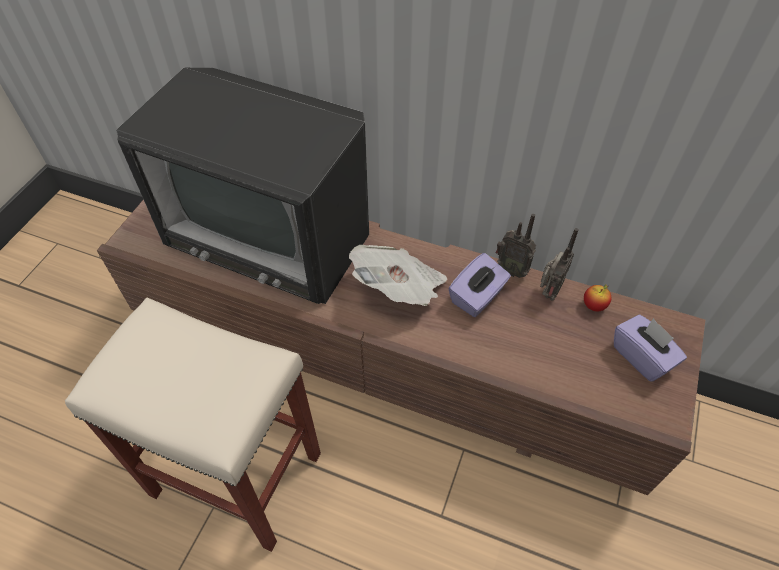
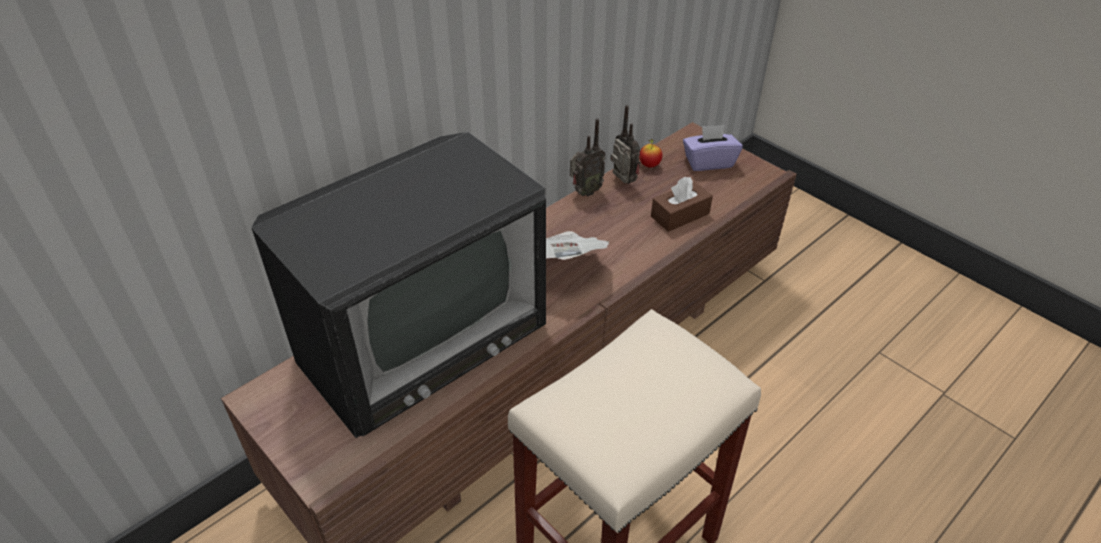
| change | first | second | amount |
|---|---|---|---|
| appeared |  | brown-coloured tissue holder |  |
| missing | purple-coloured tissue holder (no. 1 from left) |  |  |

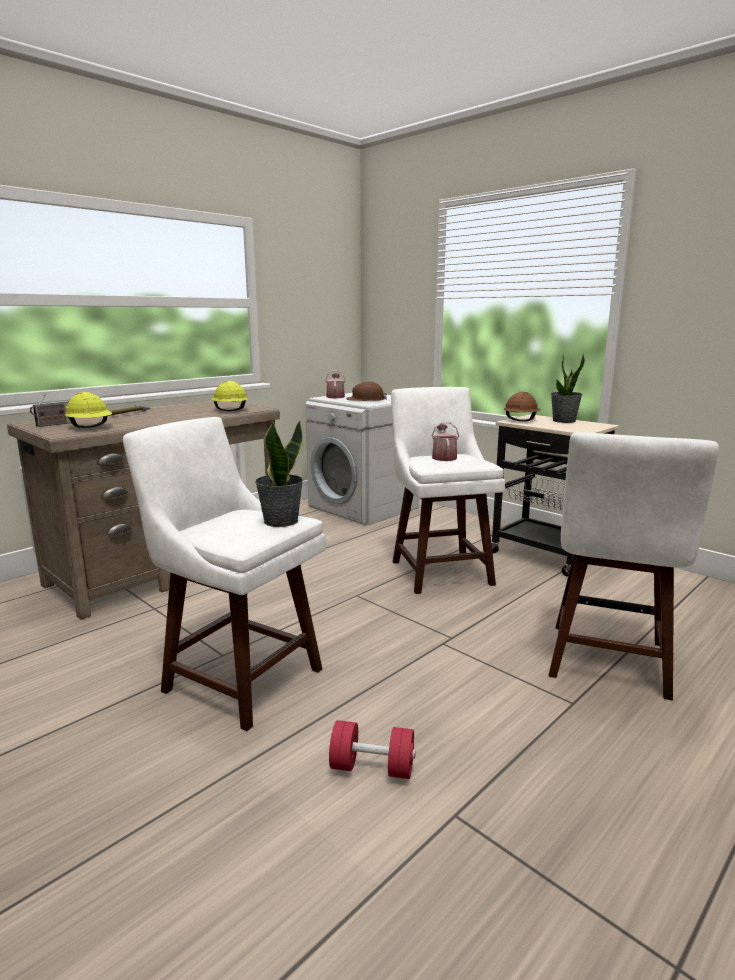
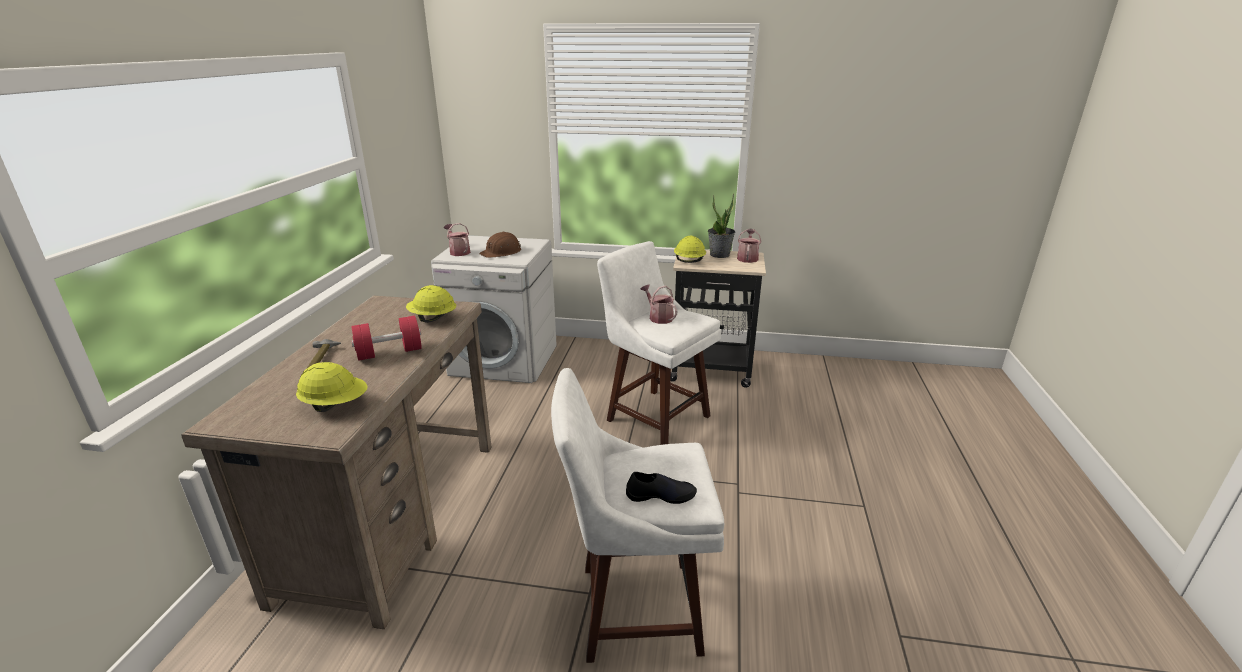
| change | first | second | amount |
|---|---|---|---|
| relocated | red hand weight |  |  |
| appeared |  | black-coloured low shoe |  |
| colour | brown-coloured hard hat (no. 2 from left) | yellow-coloured hard hat (no. 3 from left) |  |
| appeared |  | watering can (no. 3 from left) |  |
| missing | radio receiver |  |  |
| missing | plant in a pot (no. 1 from left) |  |  |
| missing | white sitting stool (no. 3 from left) |  |  |

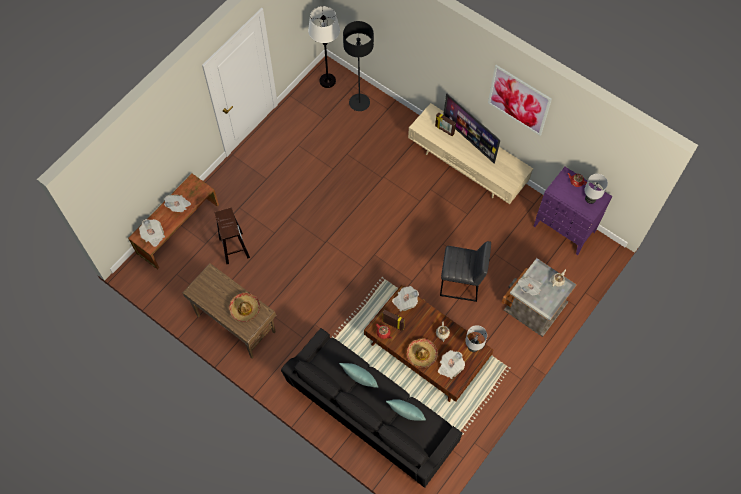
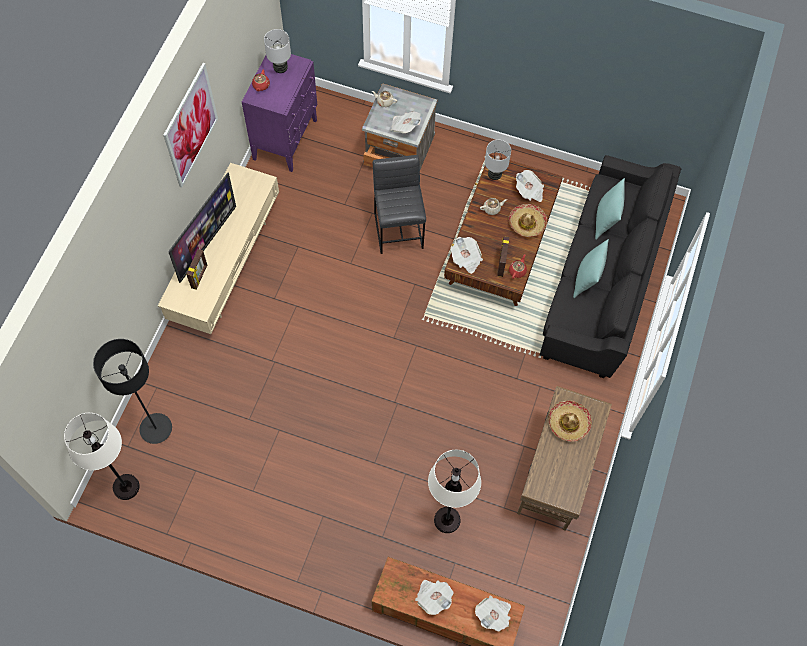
| change | first | second | amount |
|---|---|---|---|
| exchanged | brown-coloured sitting stool | white floor lamp (no. 2 from left) |  |

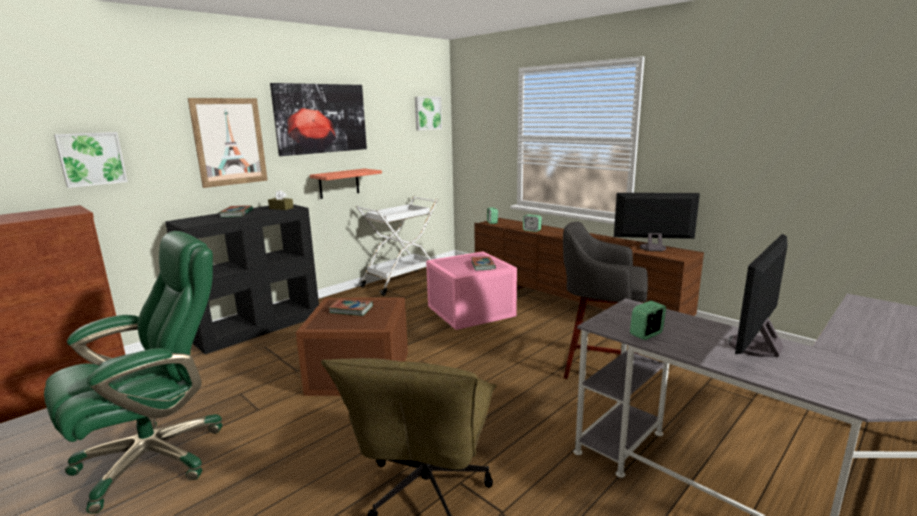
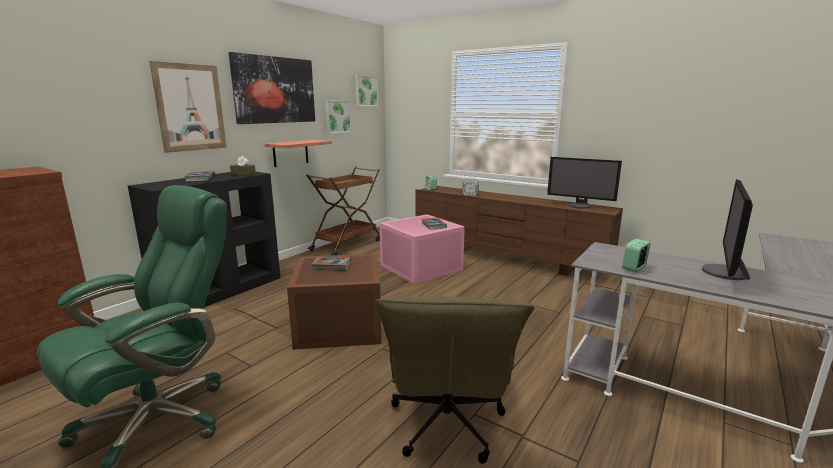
| change | first | second | amount |
|---|---|---|---|
| colour | white cart | brown-coloured cart |  |
| relocated | wall picture (no. 1 from left in the first image) | wall picture (no. 3 from left) |  |
| spun | computer screen (no. 1 from left) |  | 150 degrees counterclockwise |
| missing | grey sitting stool |  |  |

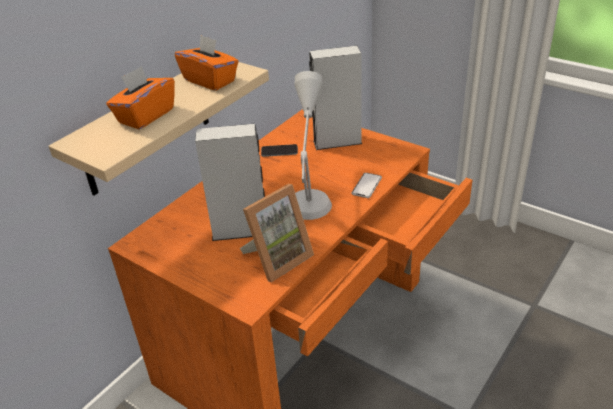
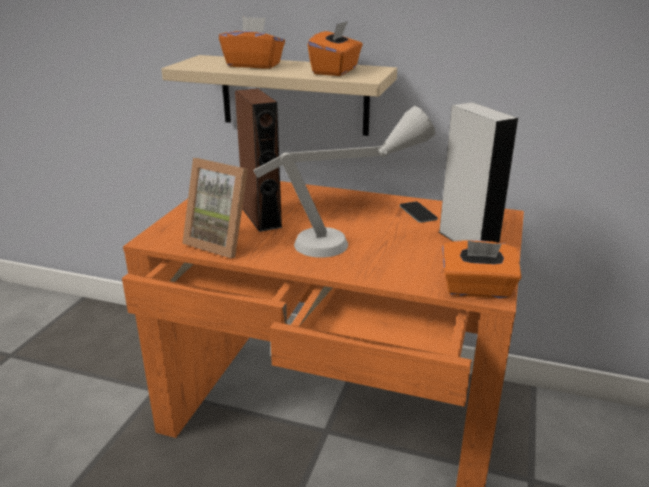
| change | first | second | amount |
|---|---|---|---|
| colour | grey audio speaker (no. 1 from left) | brown-coloured audio speaker |  |
| appeared |  | orange-coloured tissue holder (no. 3 from left) |  |
| missing | handset (no. 2 from left) |  |  |

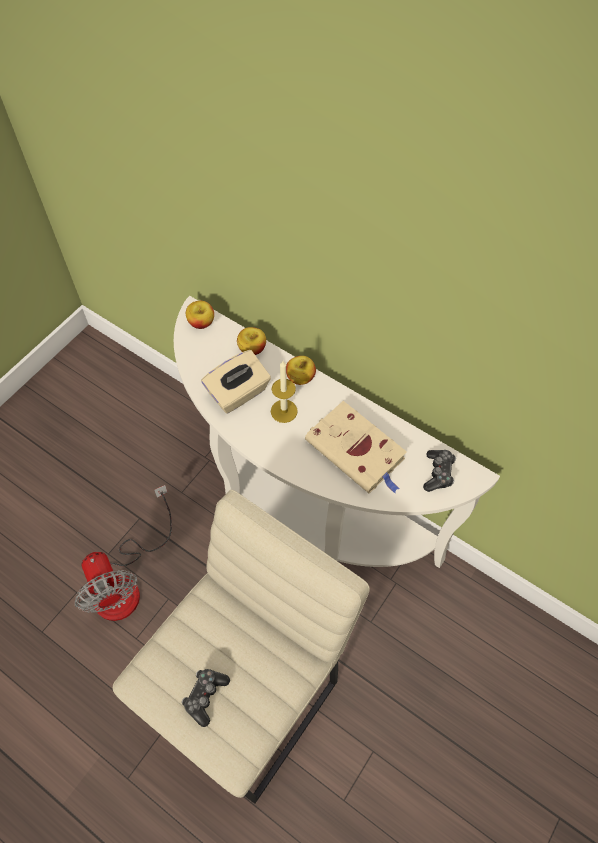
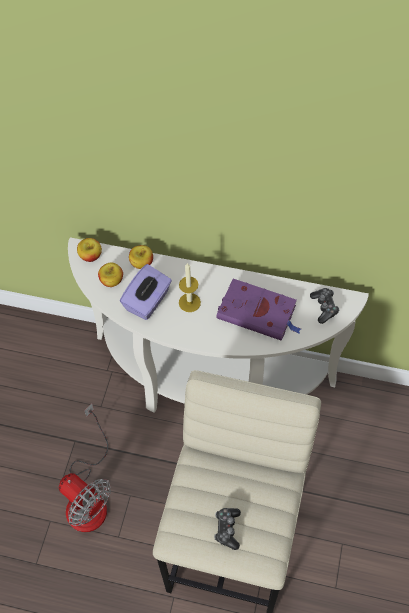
| change | first | second | amount |
|---|---|---|---|
| relocated | apple (no. 3 from left in the first image) | apple (no. 2 from left) |  |
| colour | sand-coloured tissue holder | purple-coloured tissue holder |  |
| colour | sand-coloured bound book | purple-coloured bound book |  |

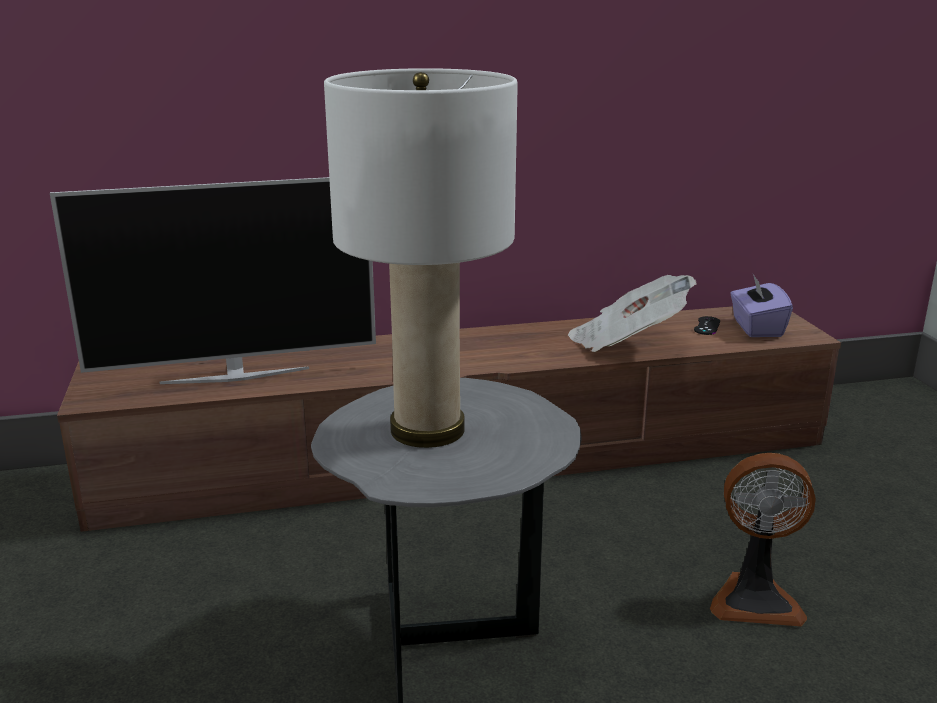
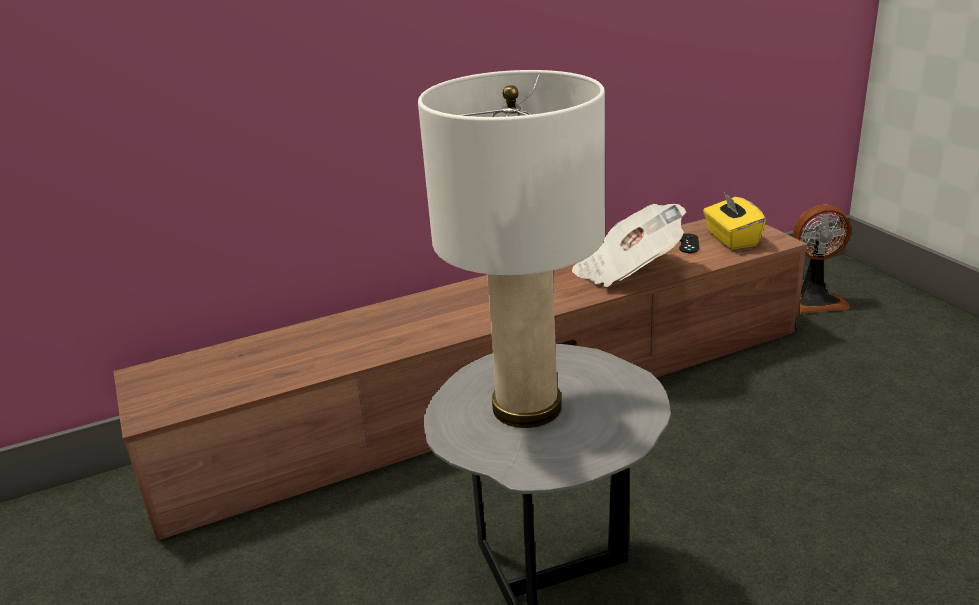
| change | first | second | amount |
|---|---|---|---|
| colour | purple-coloured tissue holder | yellow-coloured tissue holder |  |
| relocated | cooling fan |  |  |
| missing | television |  |  |

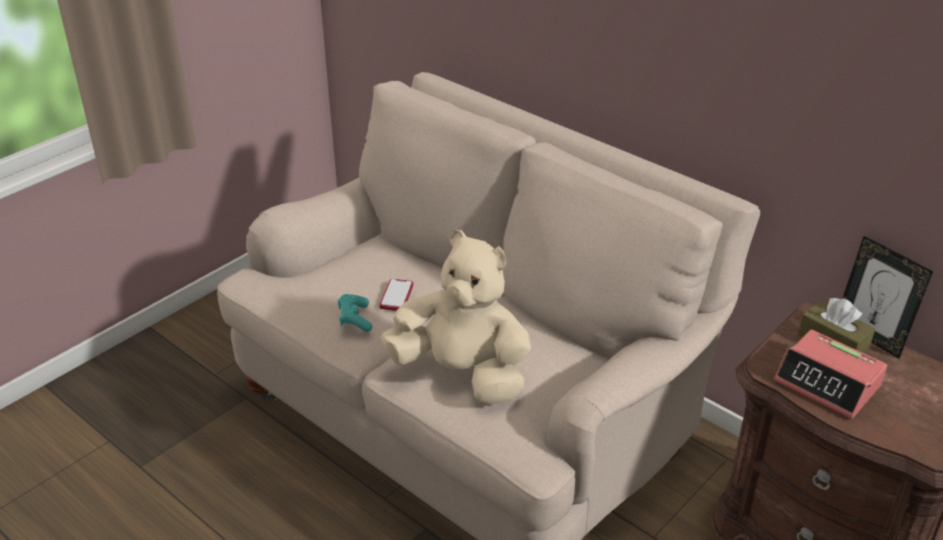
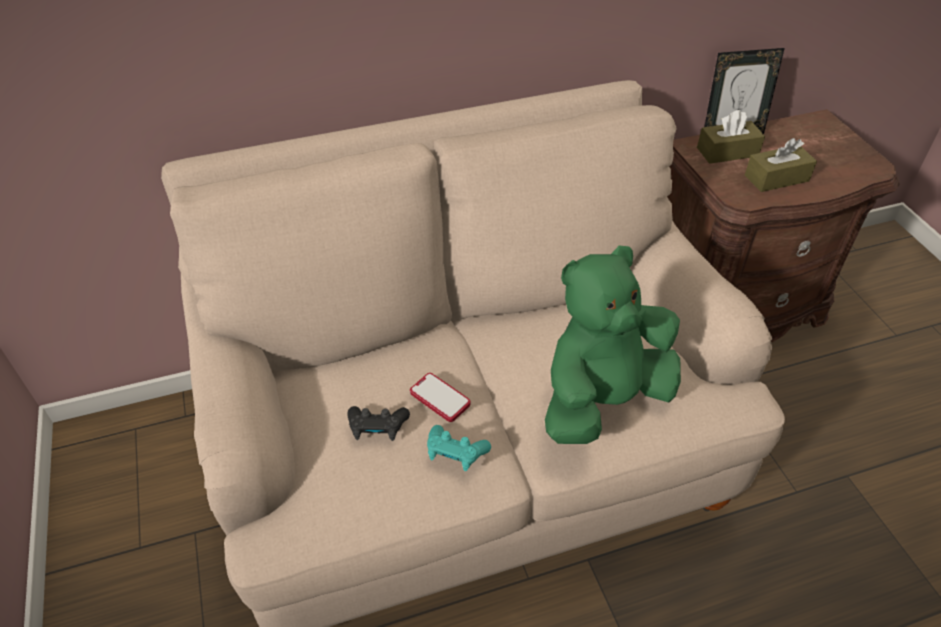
| change | first | second | amount |
|---|---|---|---|
| appeared |  | black-coloured joypad |  |
| colour | sand-coloured cuddly toy | greenish cuddly toy |  |
| exchanged | alarm clock | brown-coloured tissue holder (no. 2 from left) |  |

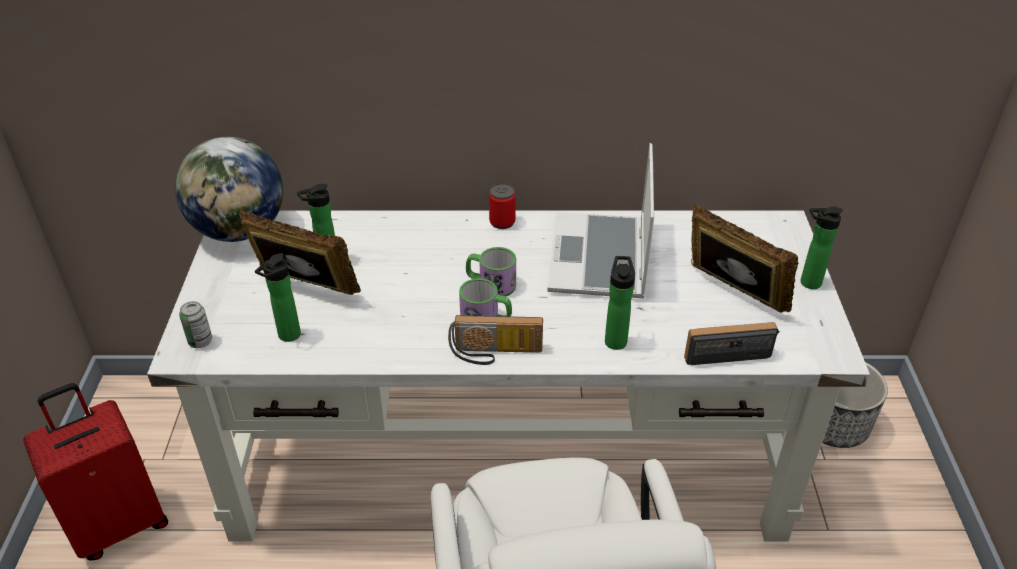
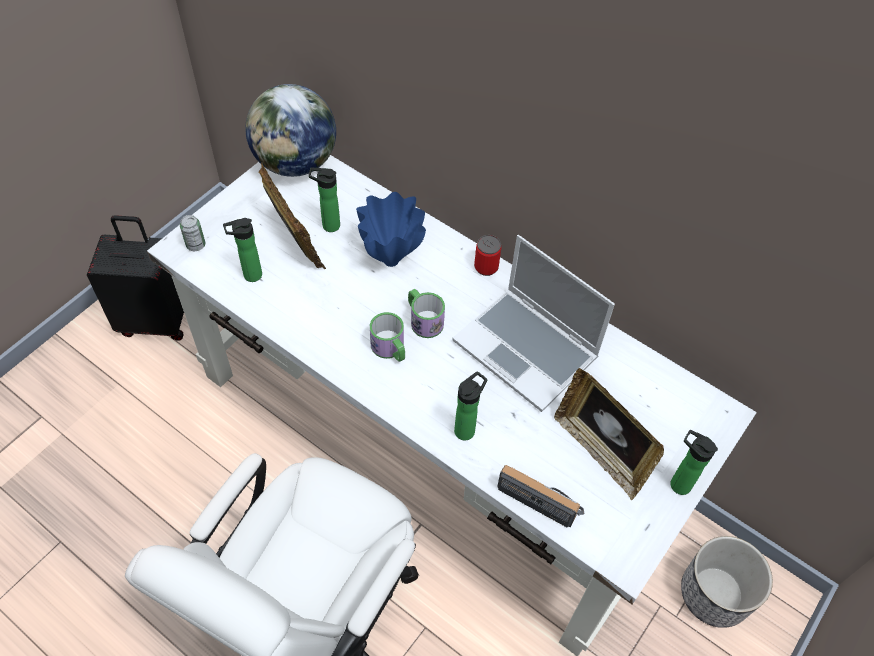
| change | first | second | amount |
|---|---|---|---|
| colour | red travel case | black-coloured travel case |  |
| appeared |  | blue flower vase |  |
| spun | portable computer |  | 90 degrees counterclockwise |
| spun | photo frame (no. 2 from left) |  | 150 degrees clockwise |
| missing | radio receiver (no. 1 from left) |  |  |

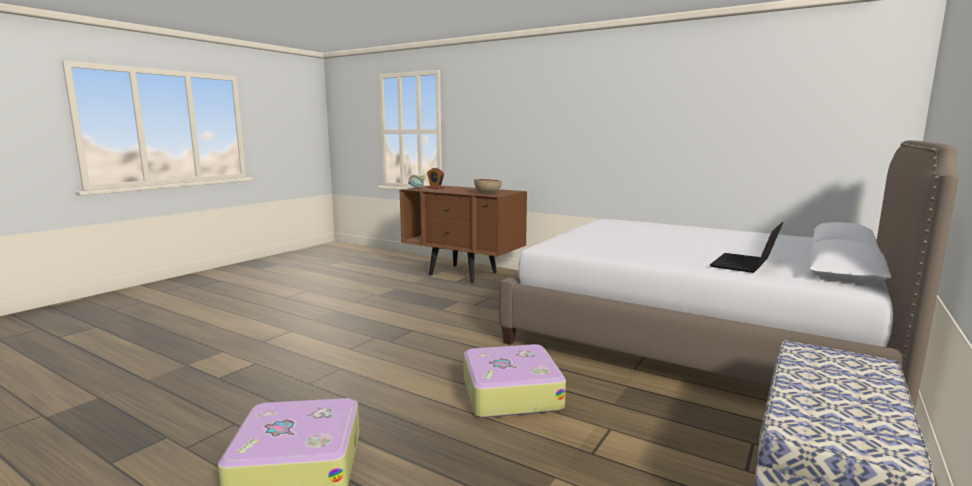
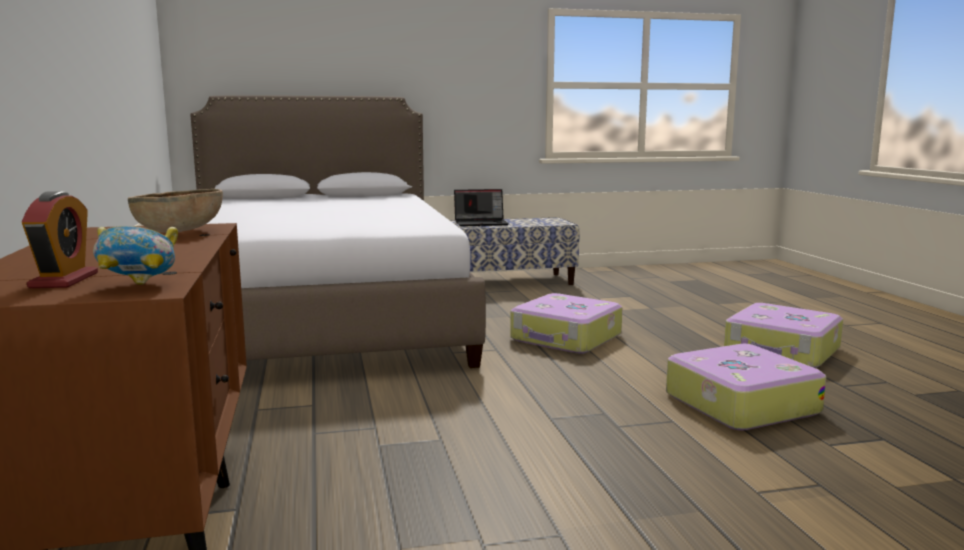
| change | first | second | amount |
|---|---|---|---|
| relocated | portable computer |  |  |
| appeared |  | travel case (no. 2 from left) |  |

